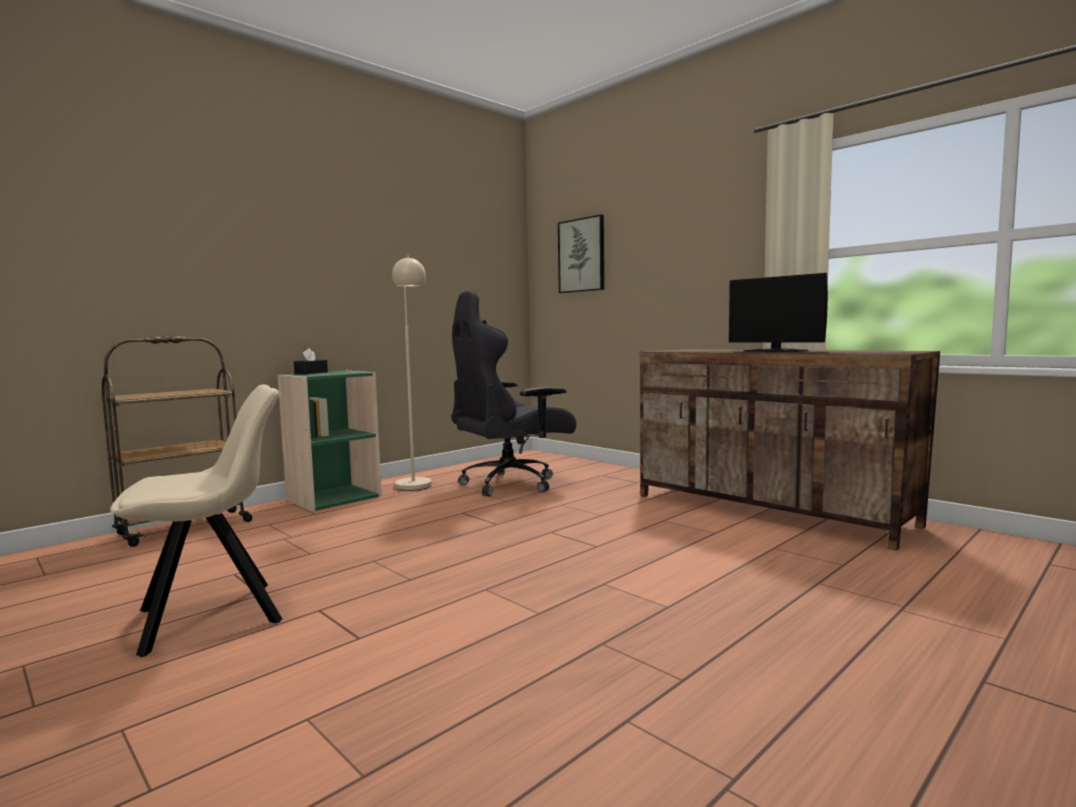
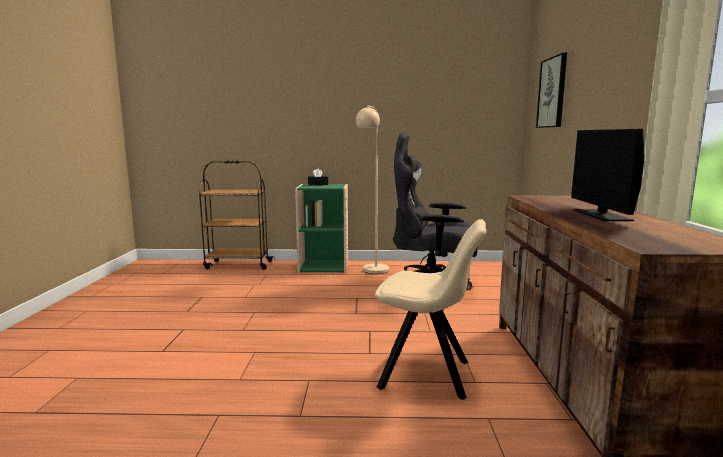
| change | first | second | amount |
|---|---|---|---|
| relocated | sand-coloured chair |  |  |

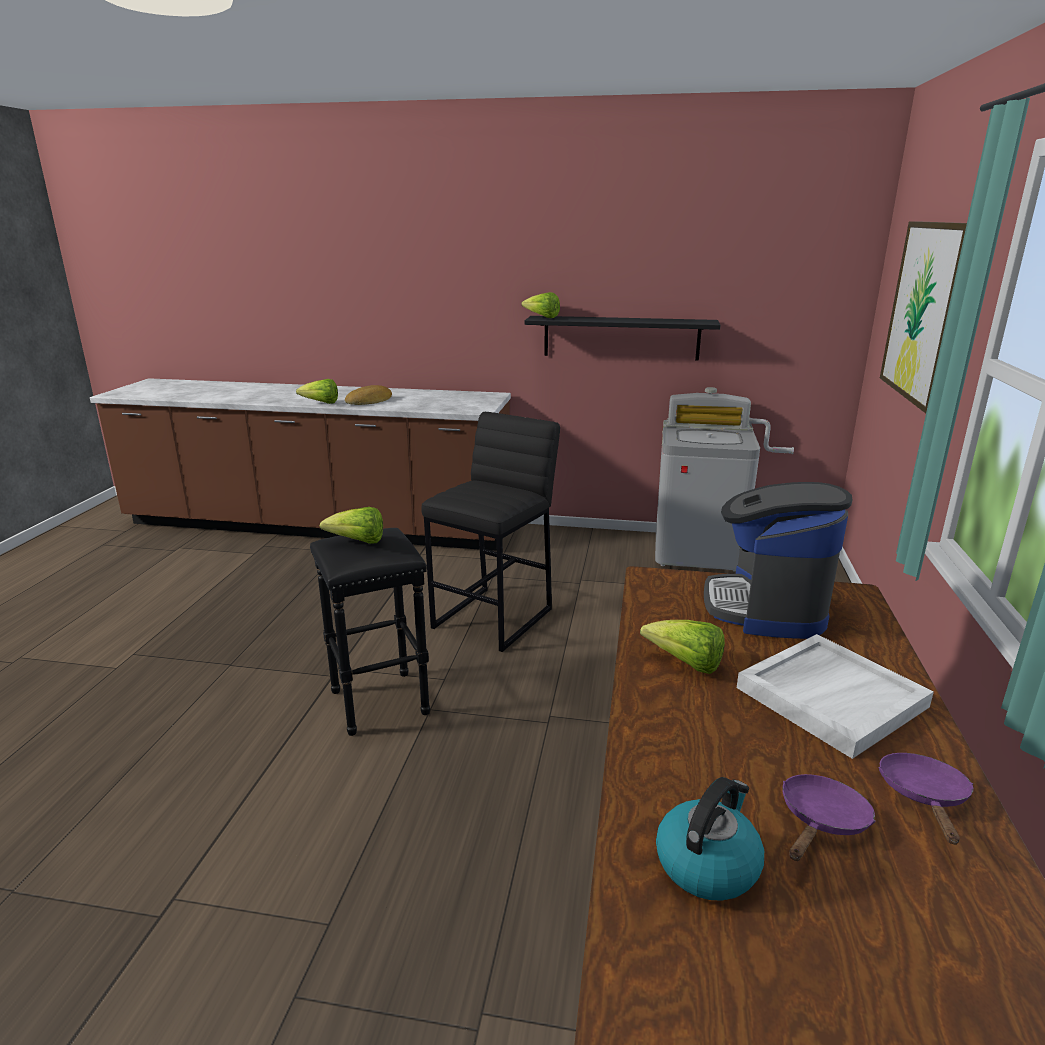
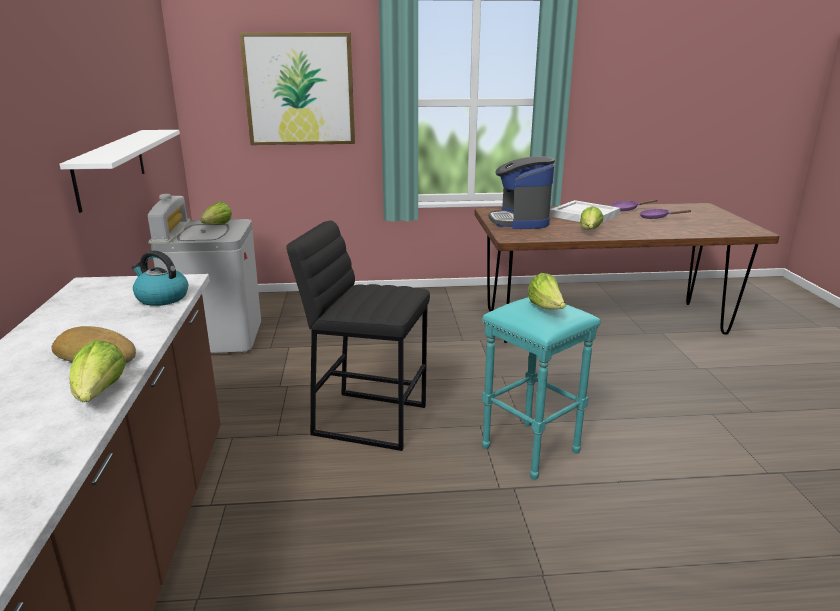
| change | first | second | amount |
|---|---|---|---|
| colour | black-coloured bracket shelf | white bracket shelf |  |
| relocated | kettle |  |  |
| relocated | lettuce head (no. 3 from left in the first image) | lettuce head (no. 2 from left) |  |
| colour | black-coloured sitting stool (no. 1 from left) | blue-green sitting stool |  |
| spun | coffee brewer |  | 90 degrees clockwise |

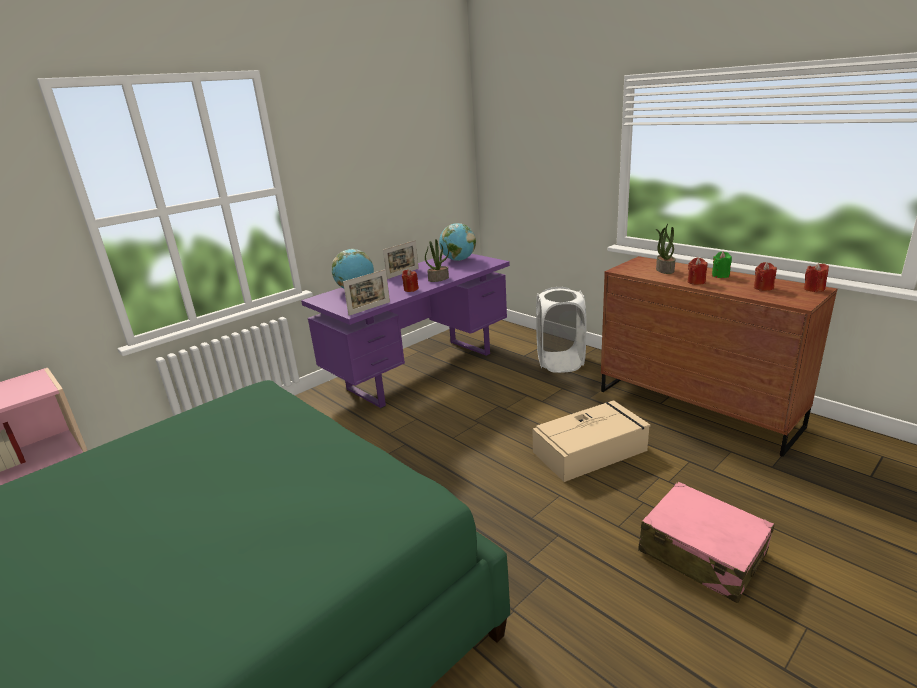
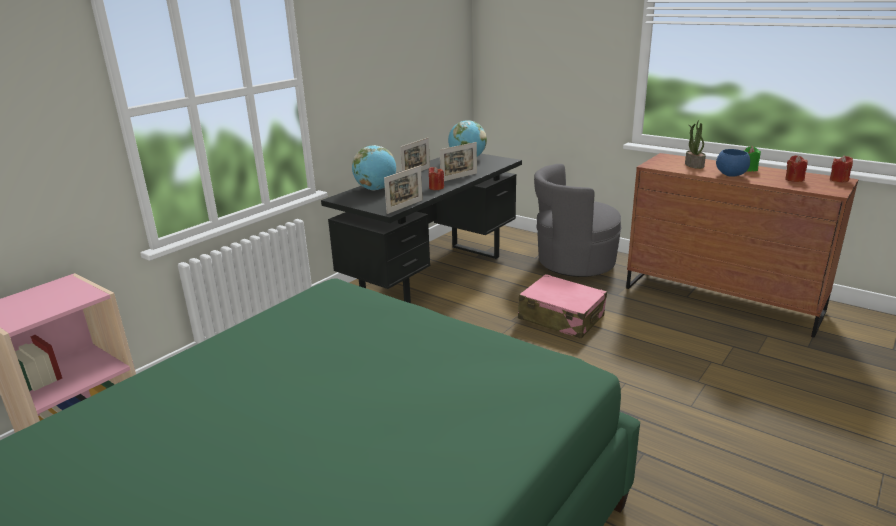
| change | first | second | amount |
|---|---|---|---|
| colour | purple-coloured desk table | black-coloured desk table |  |
| exchanged | plant in a pot (no. 1 from left) | photo frame (no. 3 from left) |  |
| relocated | pink-coloured travel case |  |  |
| exchanged | white washing basket | grey easy chair |  |
| exchanged | red wax candle (no. 2 from left) | blue bowl |  |
| missing | sand-coloured storage box |  |  |

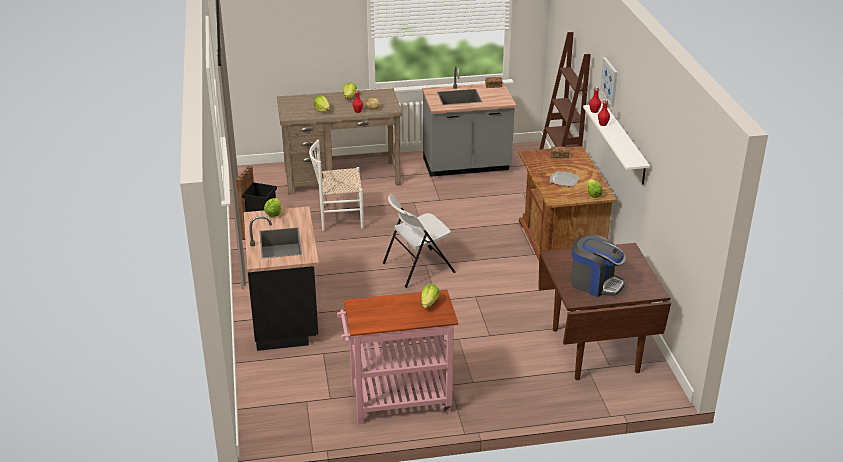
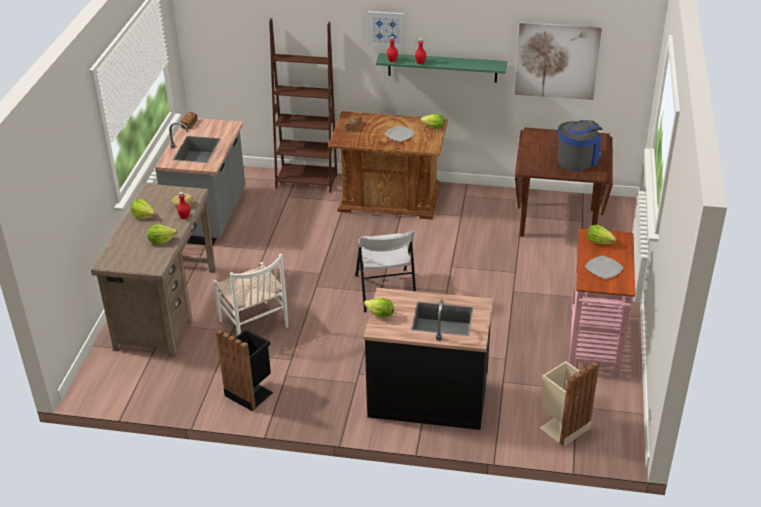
| change | first | second | amount |
|---|---|---|---|
| spun | white chair (no. 1 from left) |  | 45 degrees counterclockwise |
| colour | white bracket shelf | greenish bracket shelf |  |
| appeared |  | wall picture (no. 2 from left) |  |
| appeared |  | sand-coloured rubbish bin |  |
| appeared |  | plate (no. 2 from left) |  |

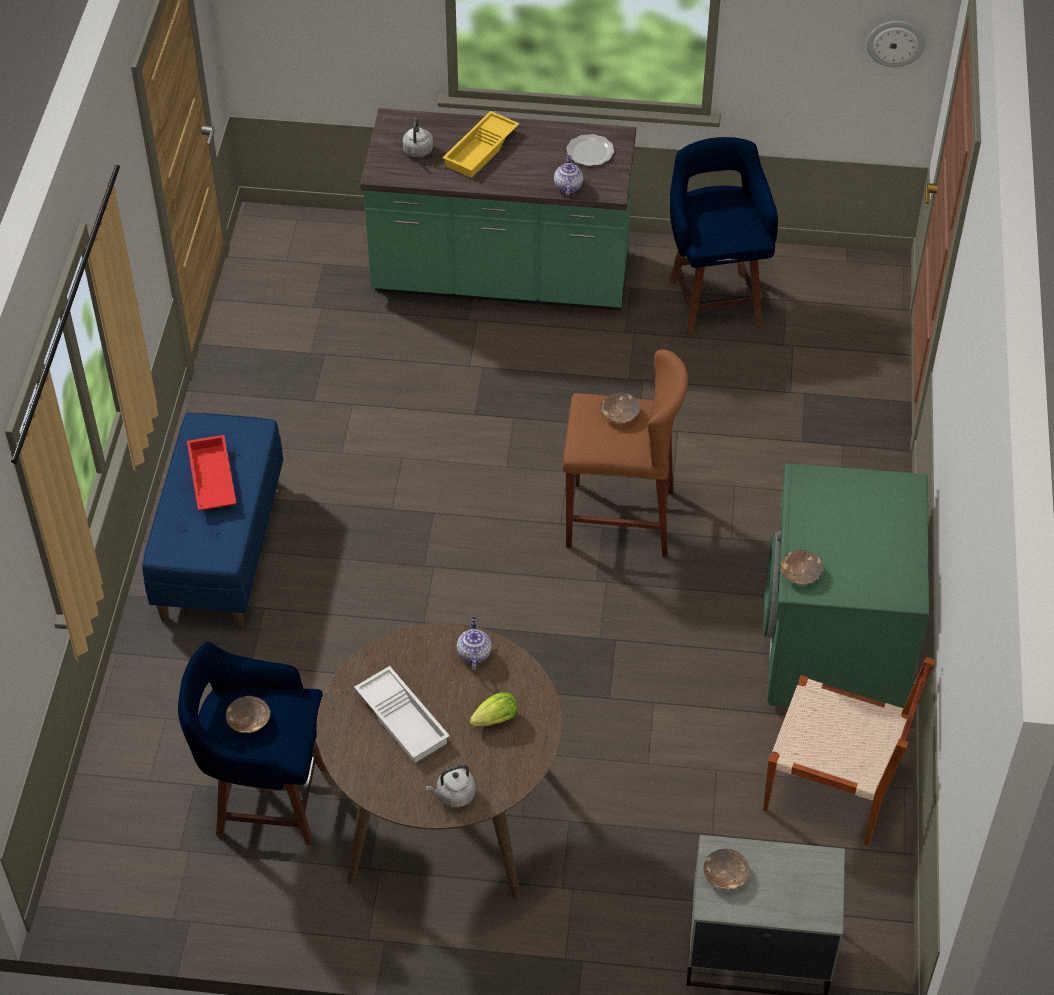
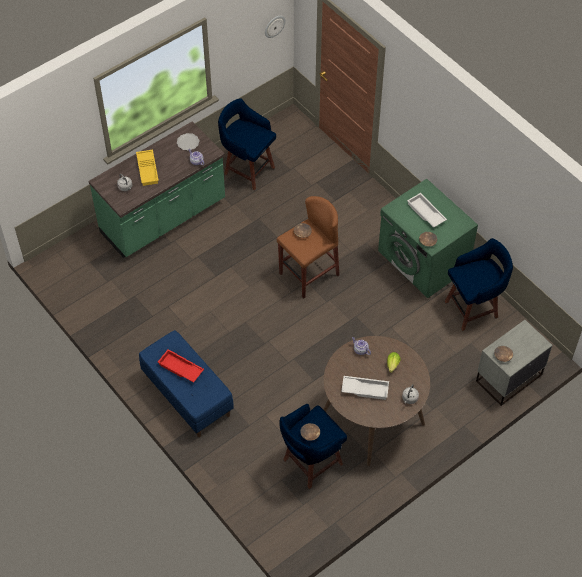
| change | first | second | amount |
|---|---|---|---|
| appeared |  | white serving tray (no. 2 from left) |  |
| exchanged | chair | blue sitting stool (no. 3 from left) |  |

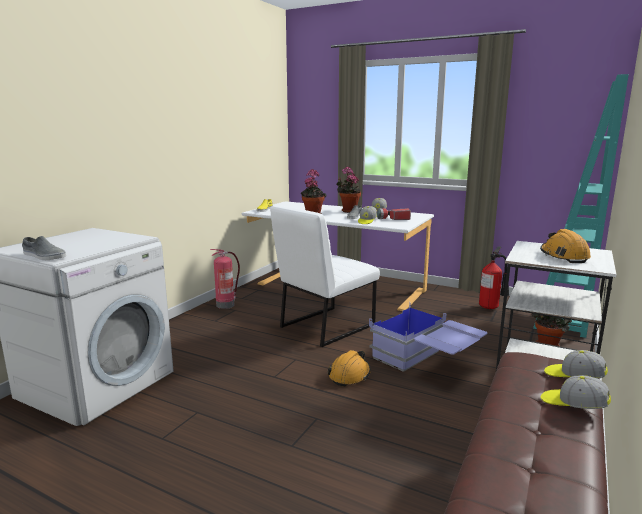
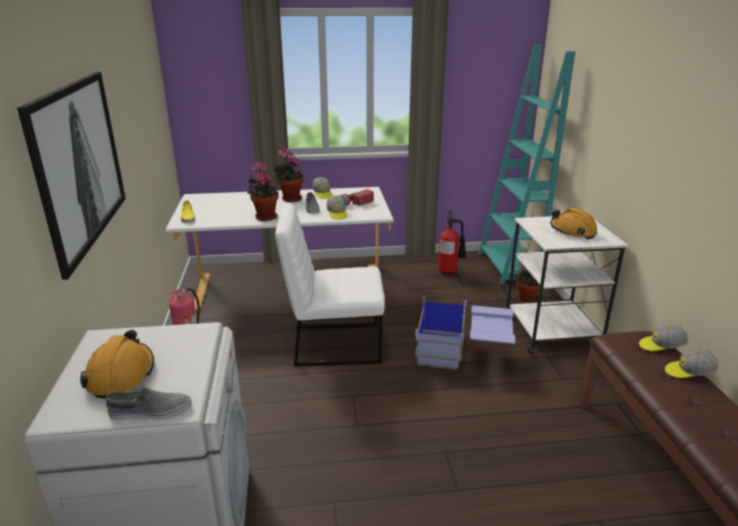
| change | first | second | amount |
|---|---|---|---|
| appeared |  | wall picture |  |
| relocated | orange-coloured hard hat (no. 1 from left) |  |  |
| spun | white chair |  | 75 degrees clockwise |

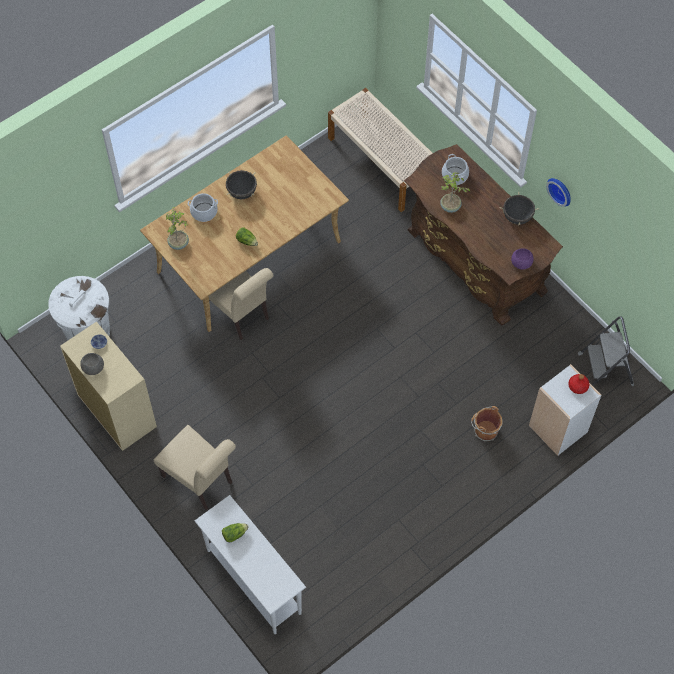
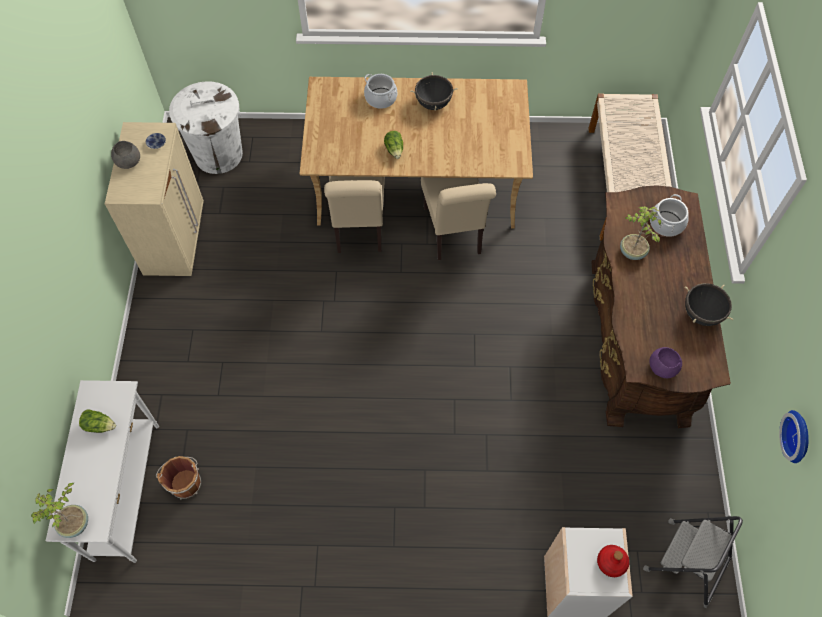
| change | first | second | amount |
|---|---|---|---|
| relocated | plant in a pot (no. 1 from left) |  |  |
| relocated | brown-coloured bucket |  |  |
| relocated | sand-coloured chair (no. 1 from left in the first image) | sand-coloured chair (no. 2 from left) |  |
| relocated | hanging clock |  |  |

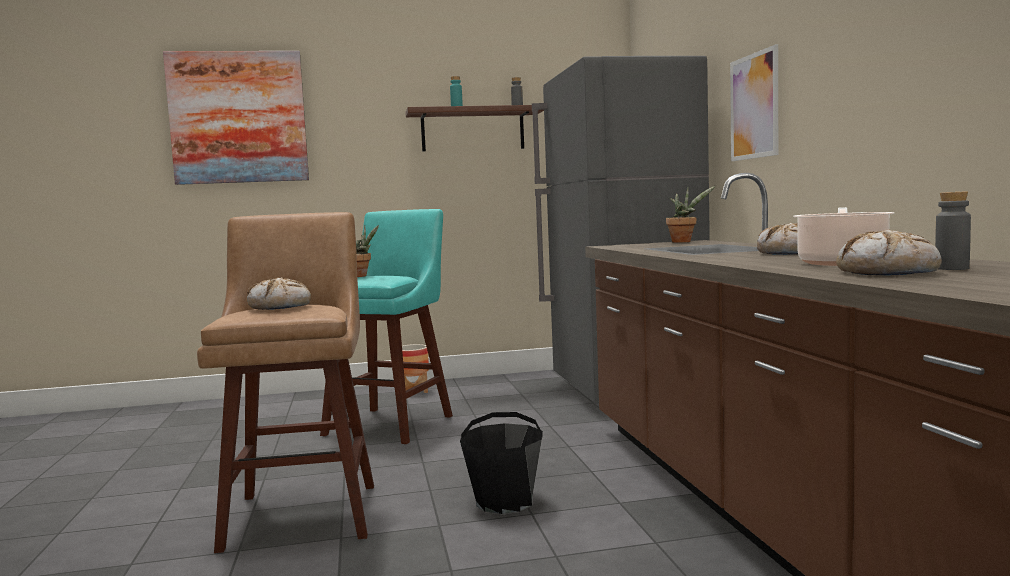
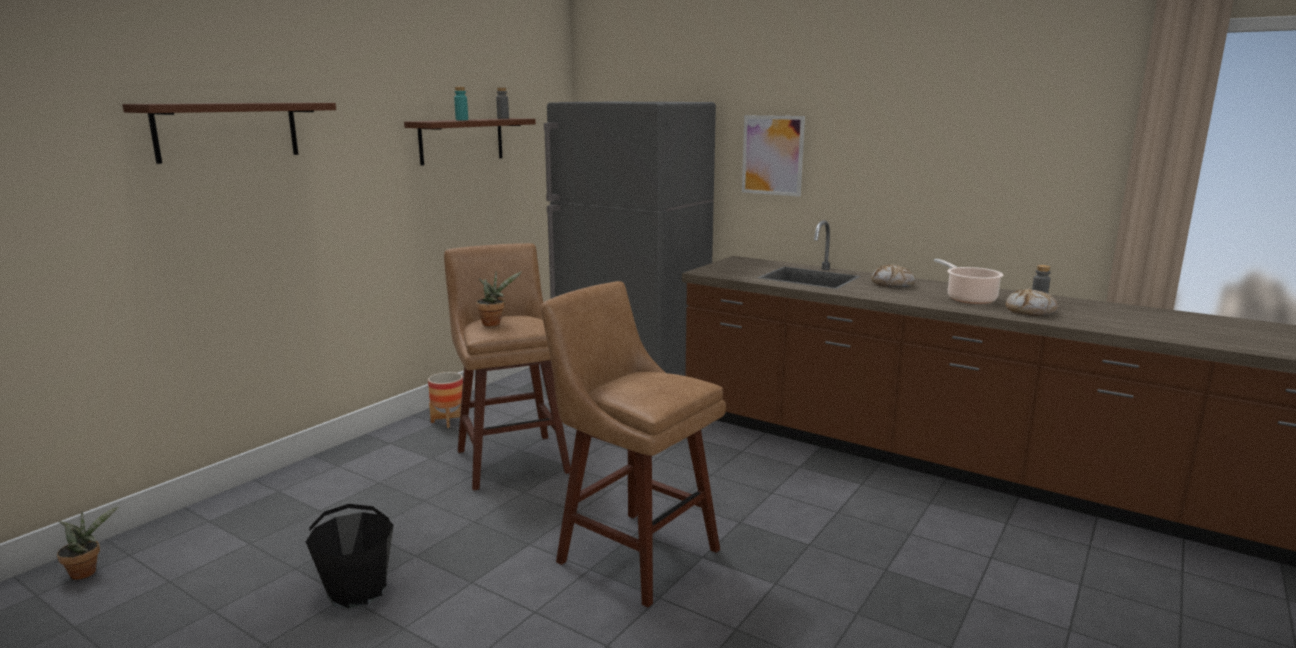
| change | first | second | amount |
|---|---|---|---|
| relocated | plant in a pot (no. 2 from left in the first image) | plant in a pot (no. 1 from left) |  |
| exchanged | wall picture (no. 1 from left) | brown-coloured bracket shelf (no. 1 from left) |  |
| relocated | black-coloured bucket |  |  |
| colour | blue-green sitting stool | brown-coloured sitting stool (no. 1 from left) |  |
| missing | baked bread (no. 1 from left) |  |  |

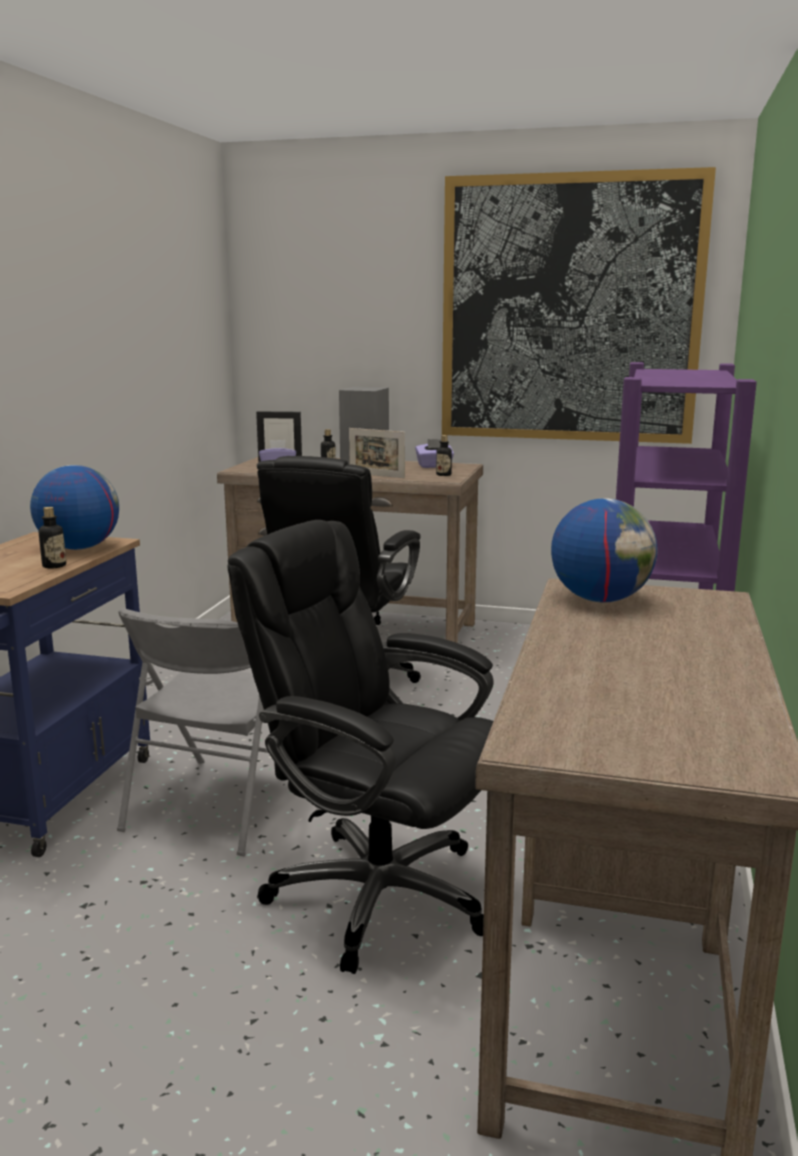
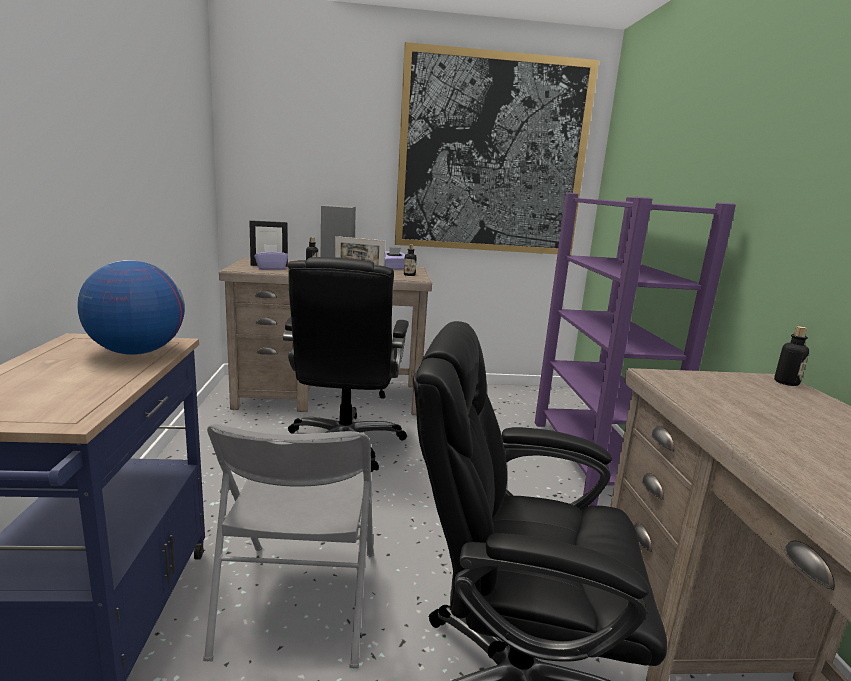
| change | first | second | amount |
|---|---|---|---|
| relocated | bottle (no. 1 from left in the first image) | bottle (no. 3 from left) |  |
| missing | desk globe (no. 2 from left) |  |  |

